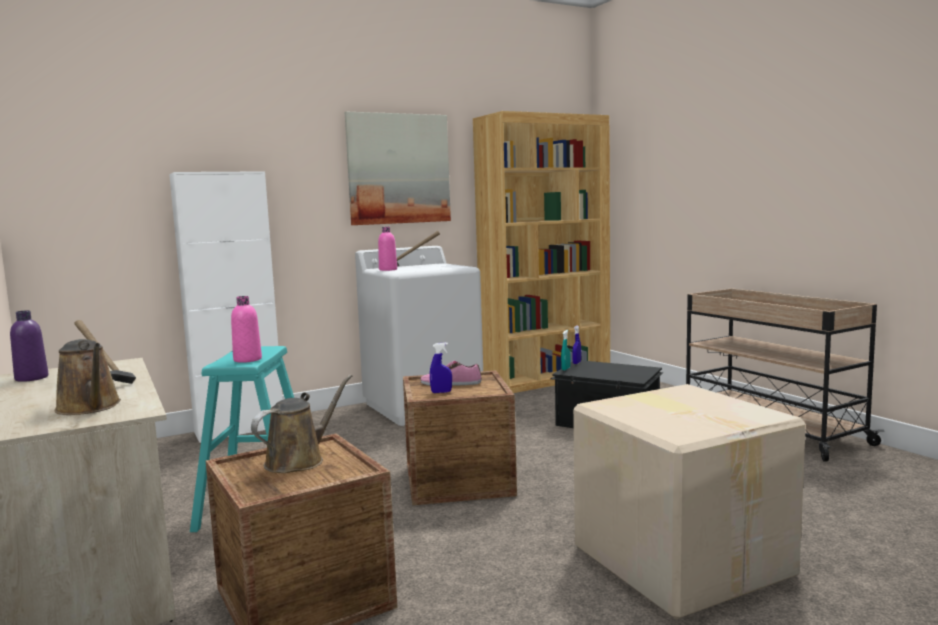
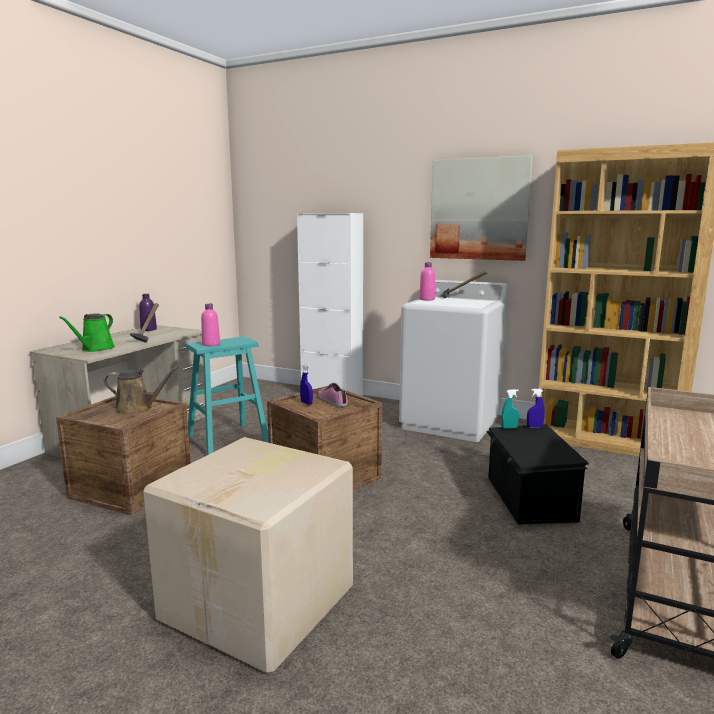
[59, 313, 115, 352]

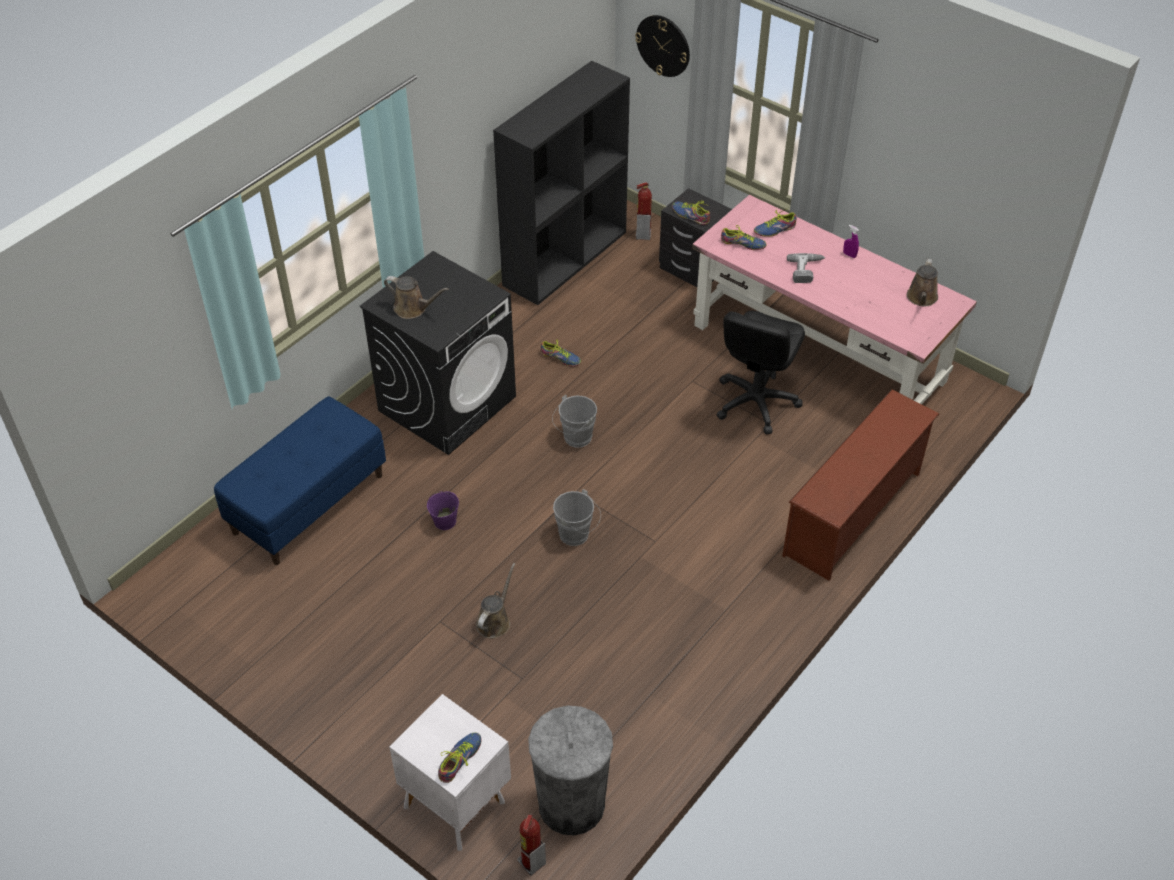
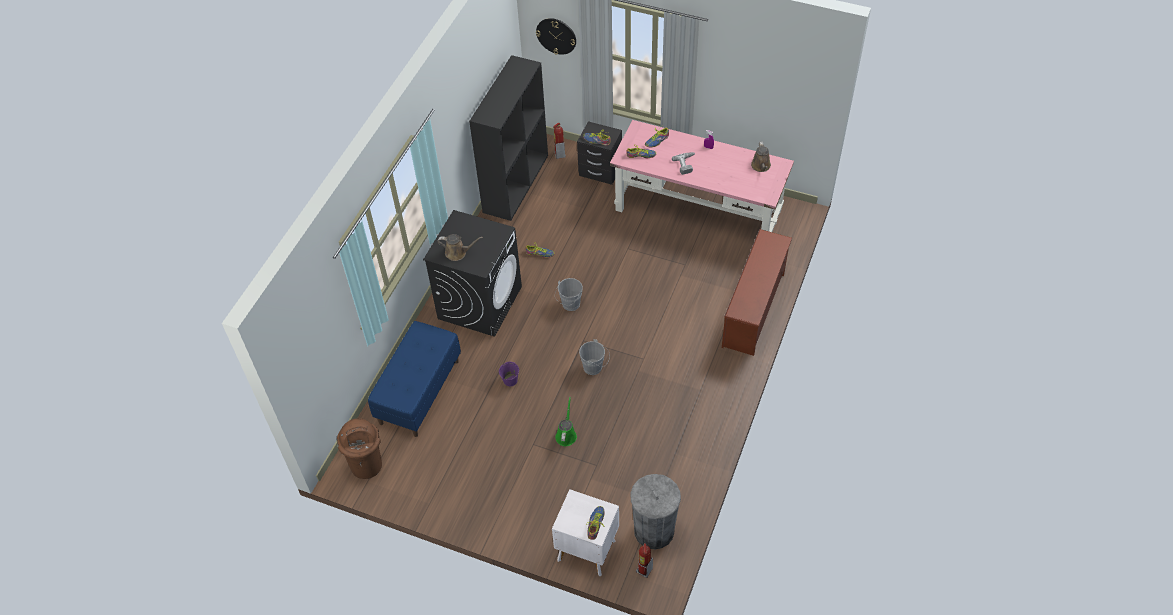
[555, 397, 577, 446]
[717, 311, 805, 434] (first image)
[337, 418, 382, 479]

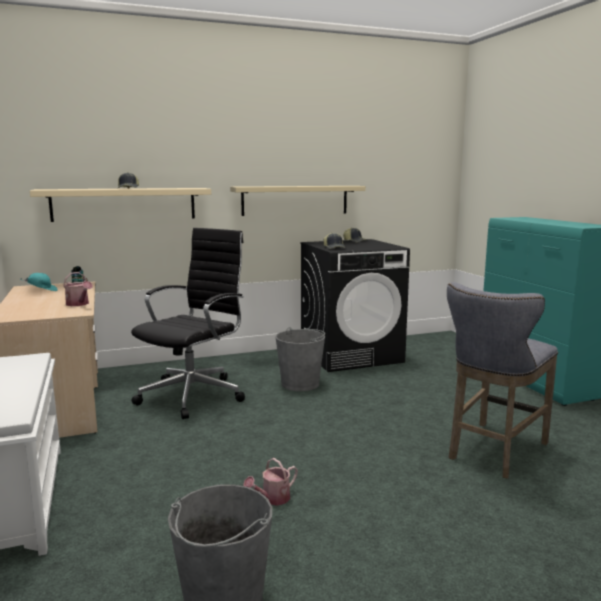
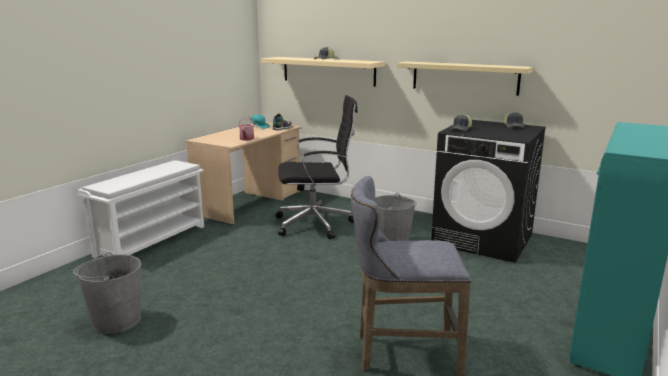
[243, 458, 298, 506] (first image)

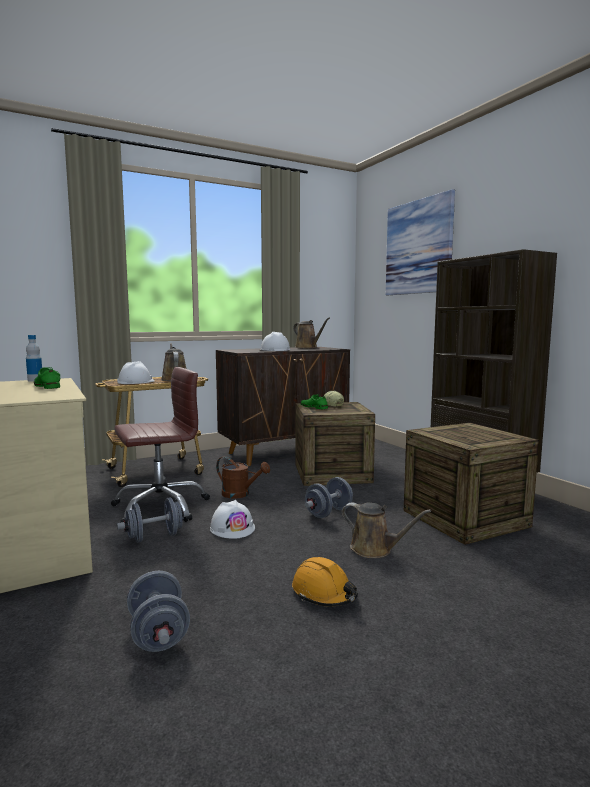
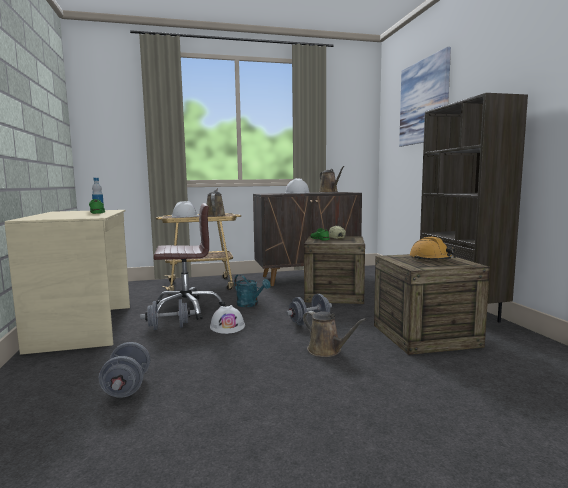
[234, 274, 271, 307]
[410, 237, 456, 260]

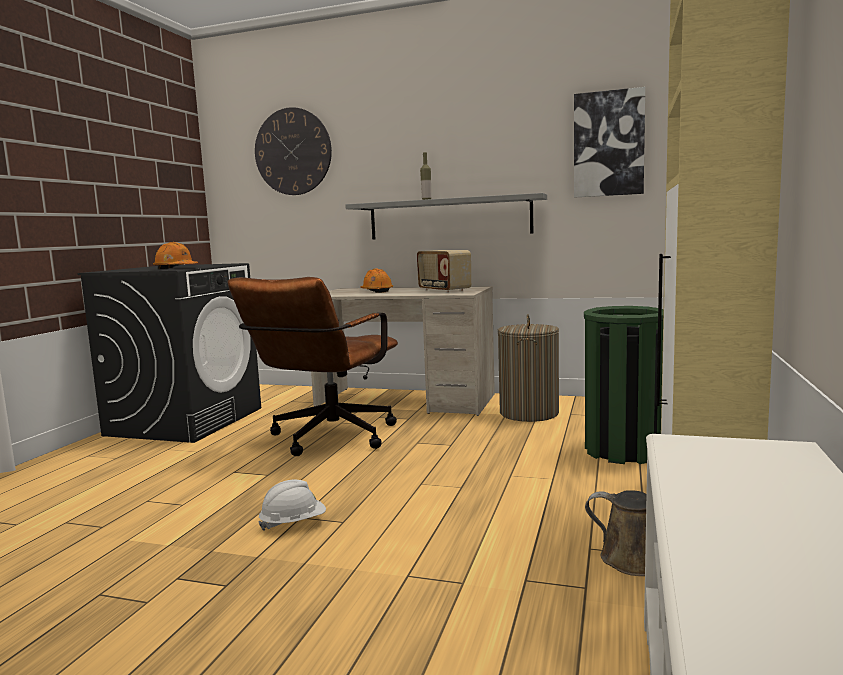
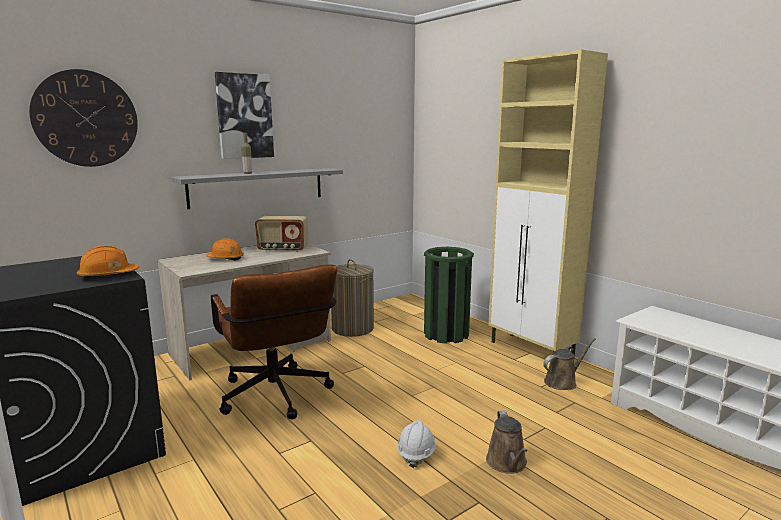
[215, 72, 274, 159]
[486, 410, 527, 474]

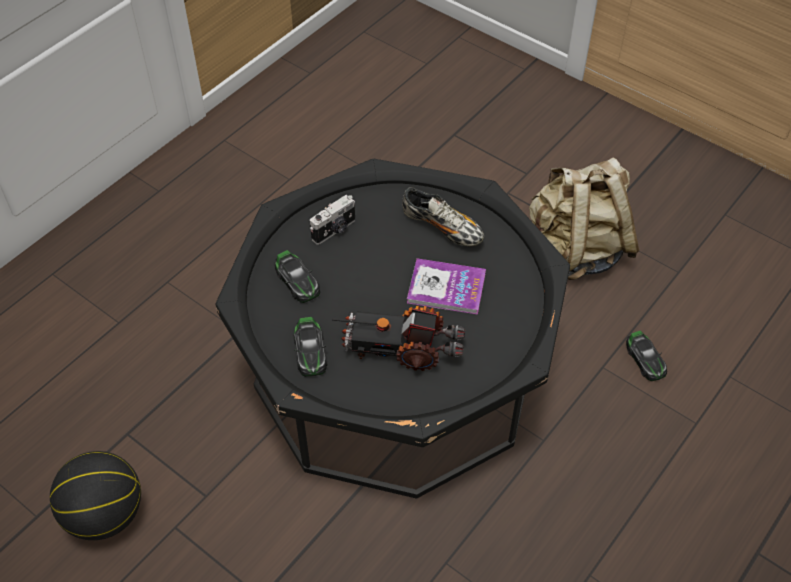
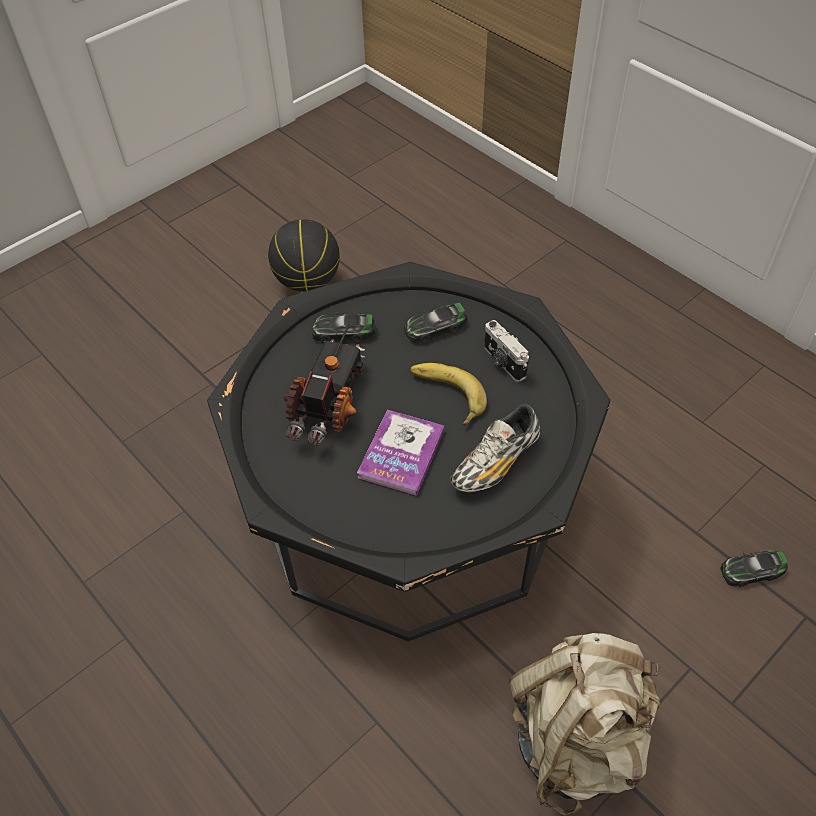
[720, 550, 788, 587]
[410, 363, 487, 425]

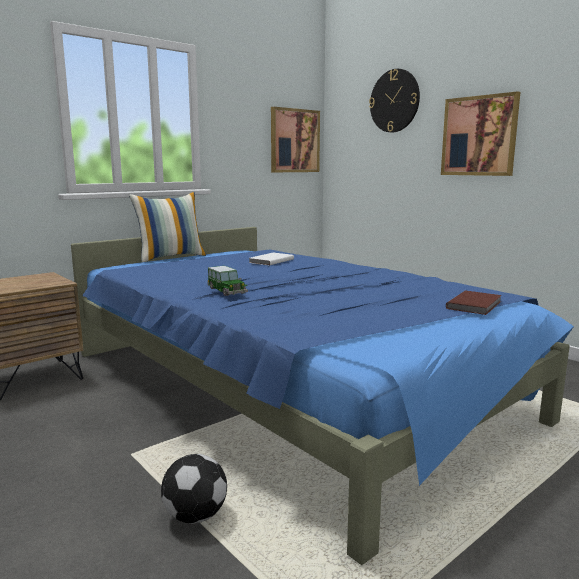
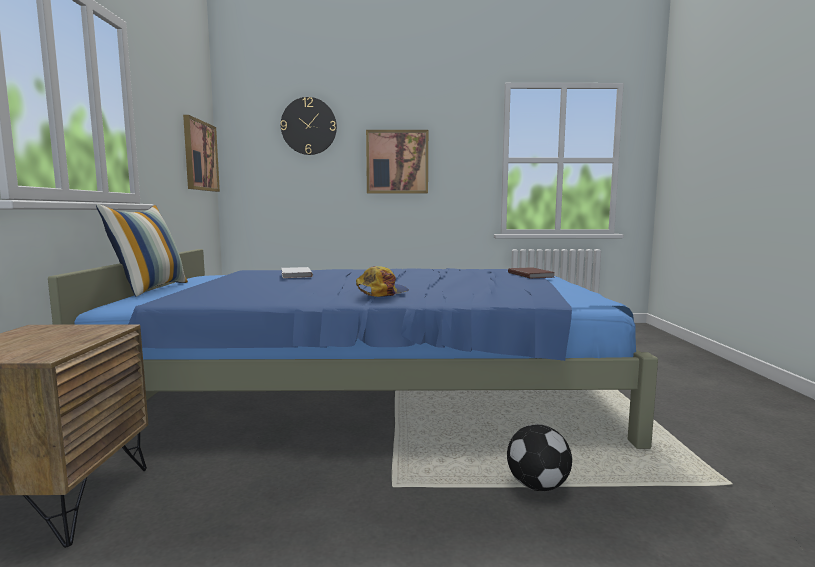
[356, 266, 409, 297]

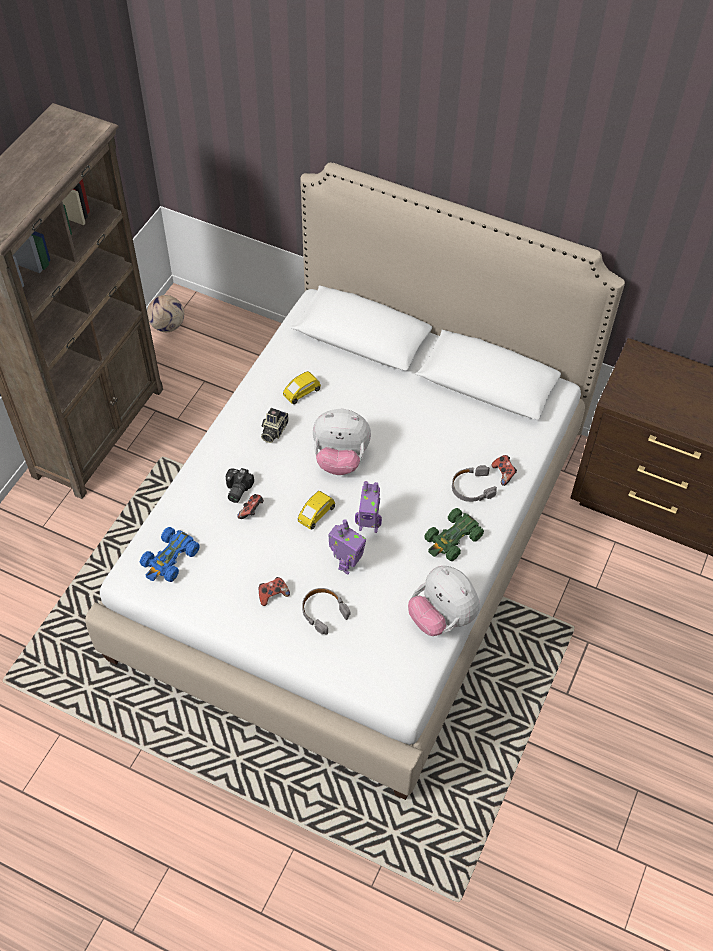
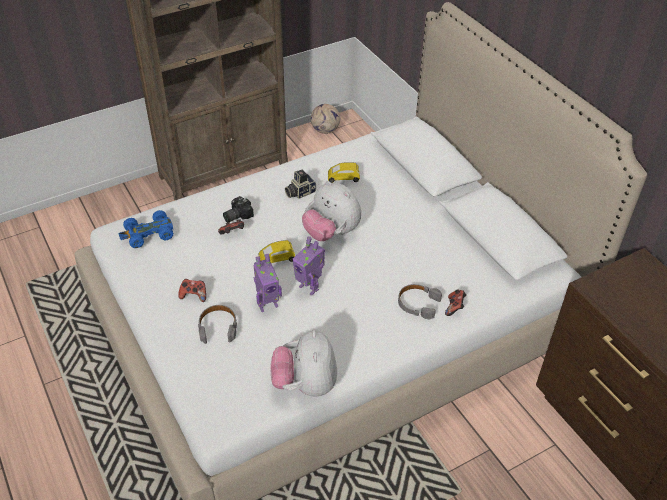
[424, 508, 484, 561] (first image)

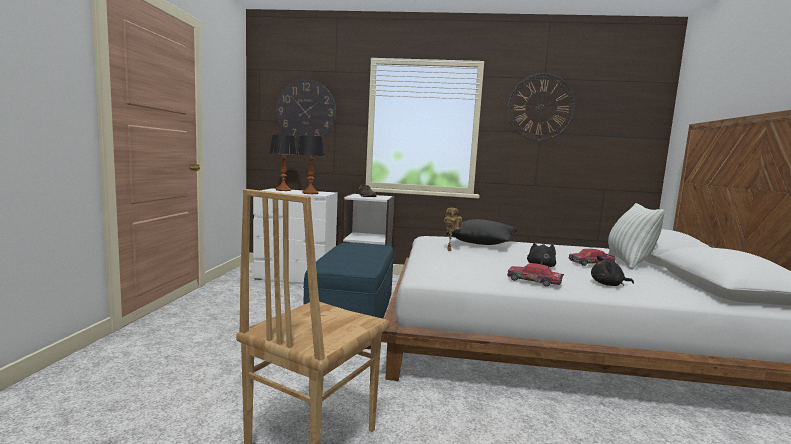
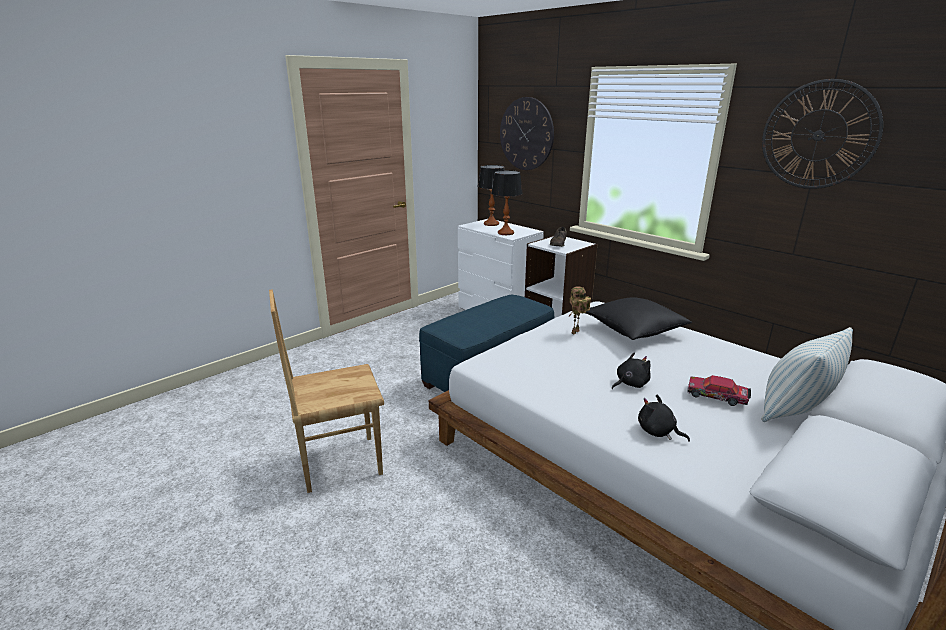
[507, 263, 564, 286] (first image)

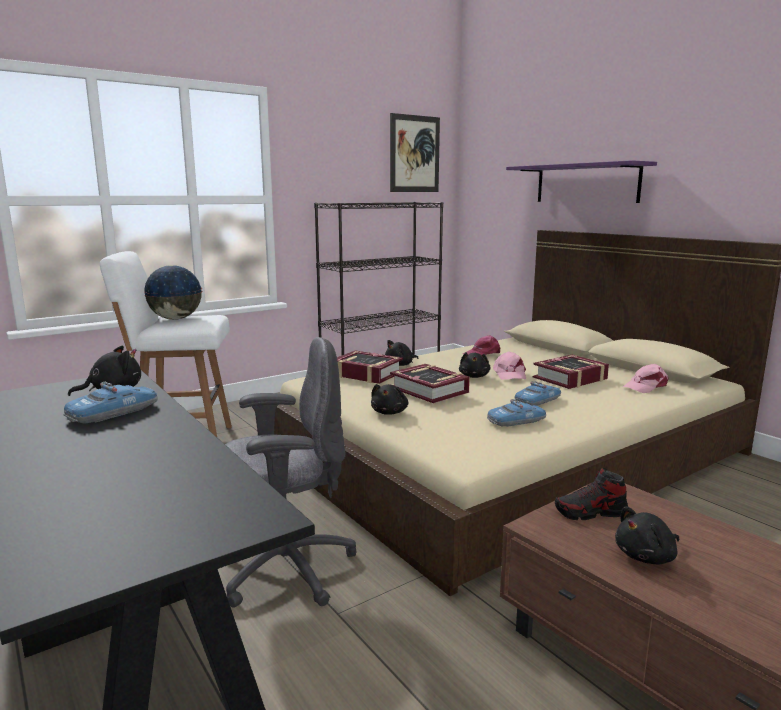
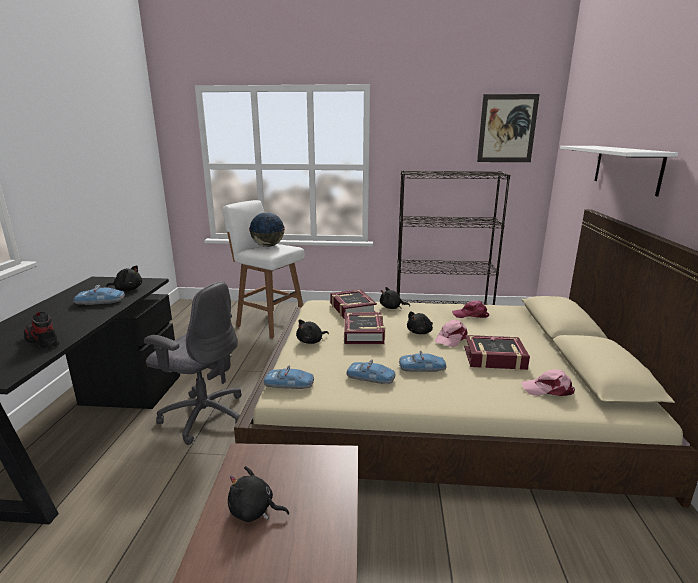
[560, 146, 678, 196]
[24, 312, 60, 349]
[263, 366, 314, 389]

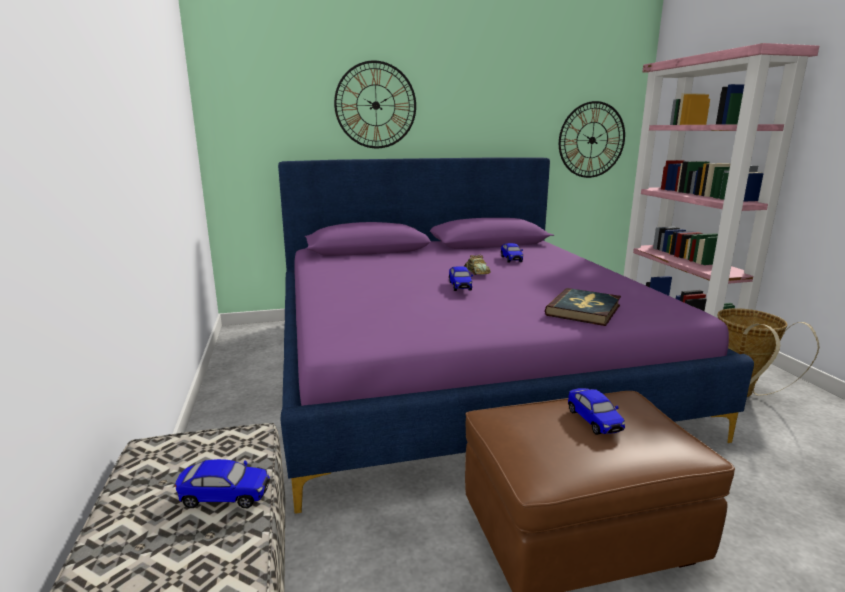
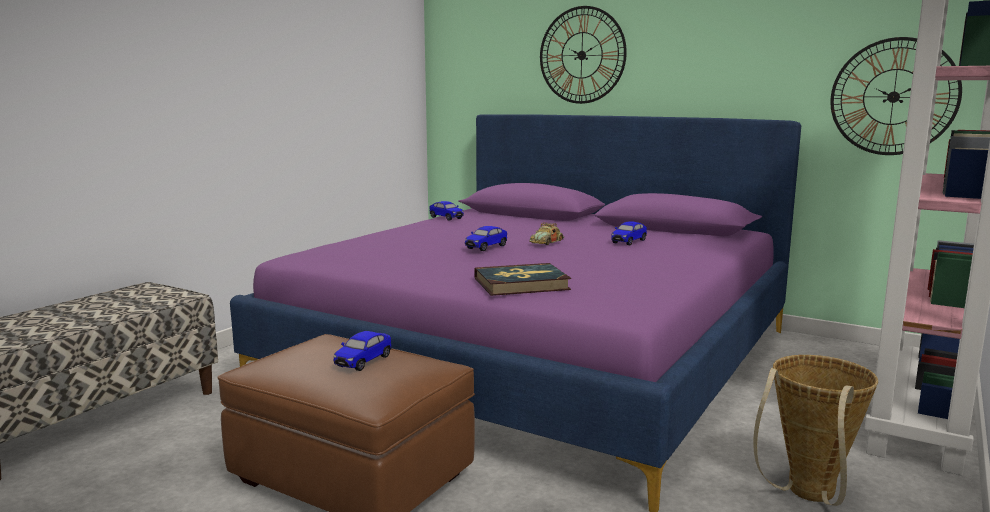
[429, 201, 464, 221]

